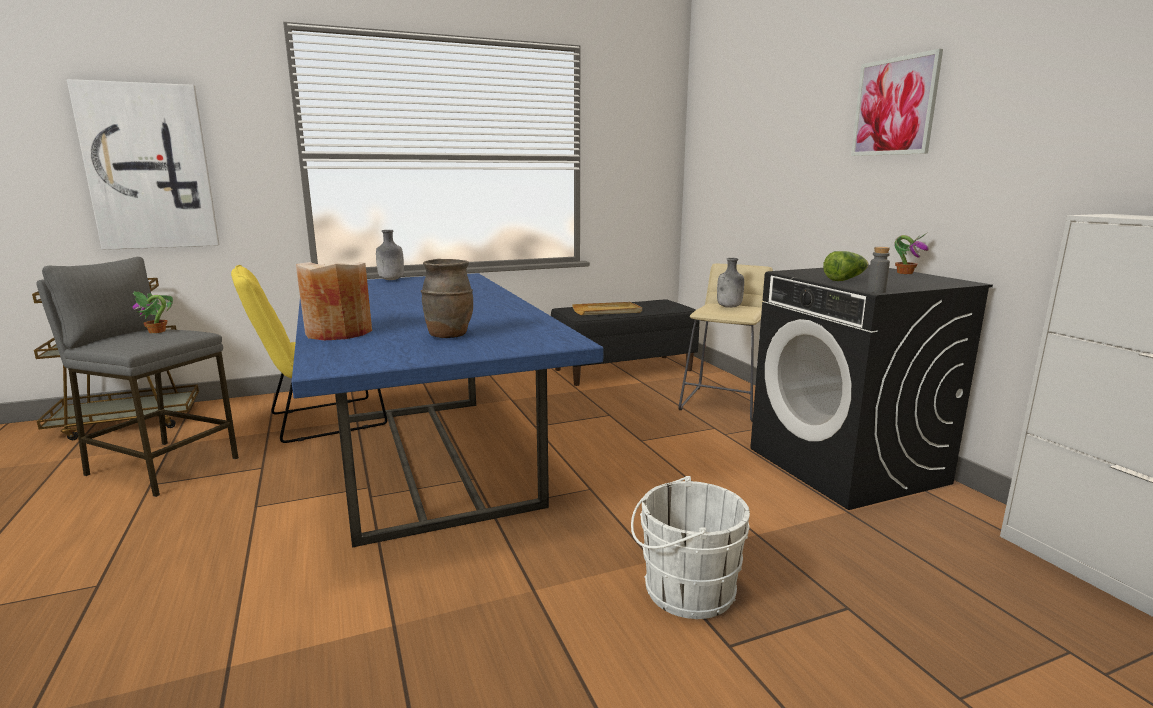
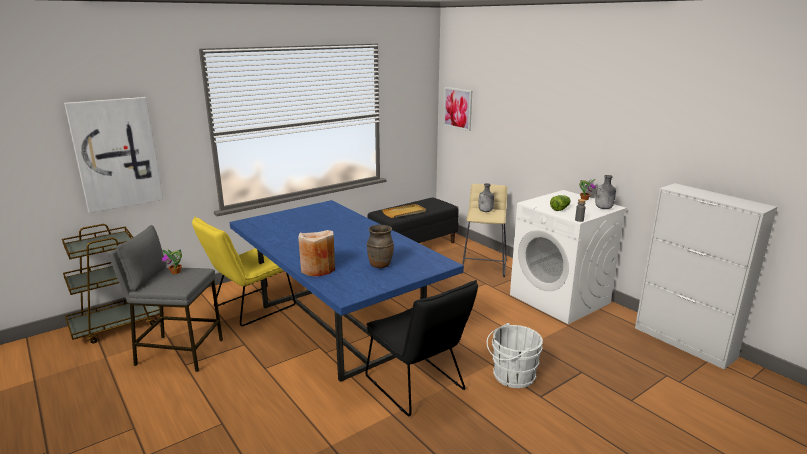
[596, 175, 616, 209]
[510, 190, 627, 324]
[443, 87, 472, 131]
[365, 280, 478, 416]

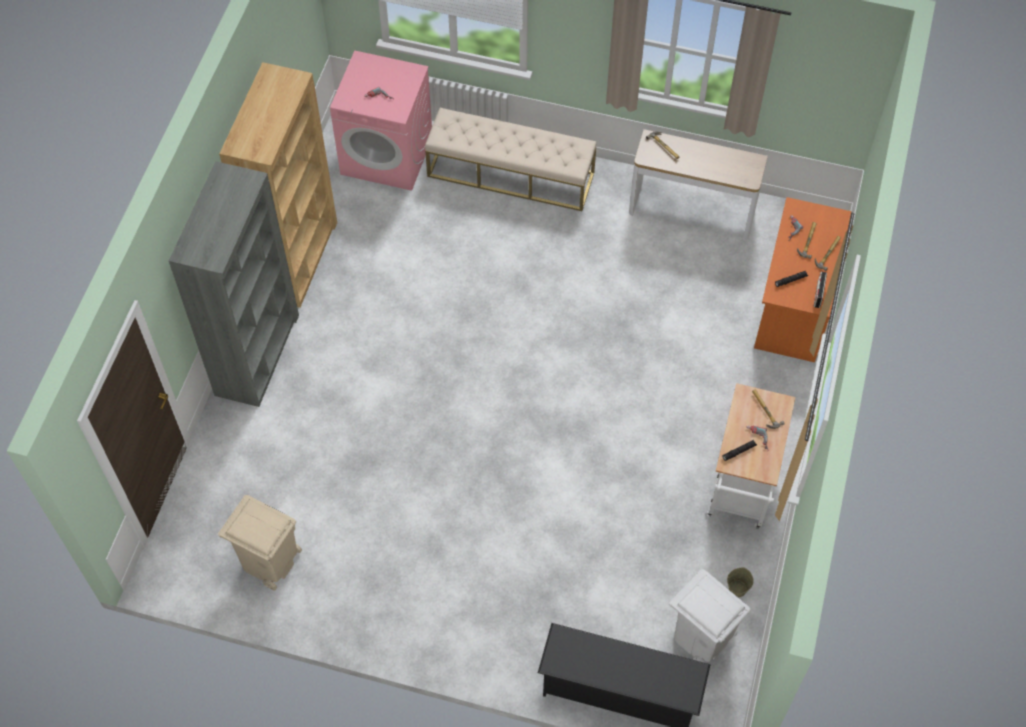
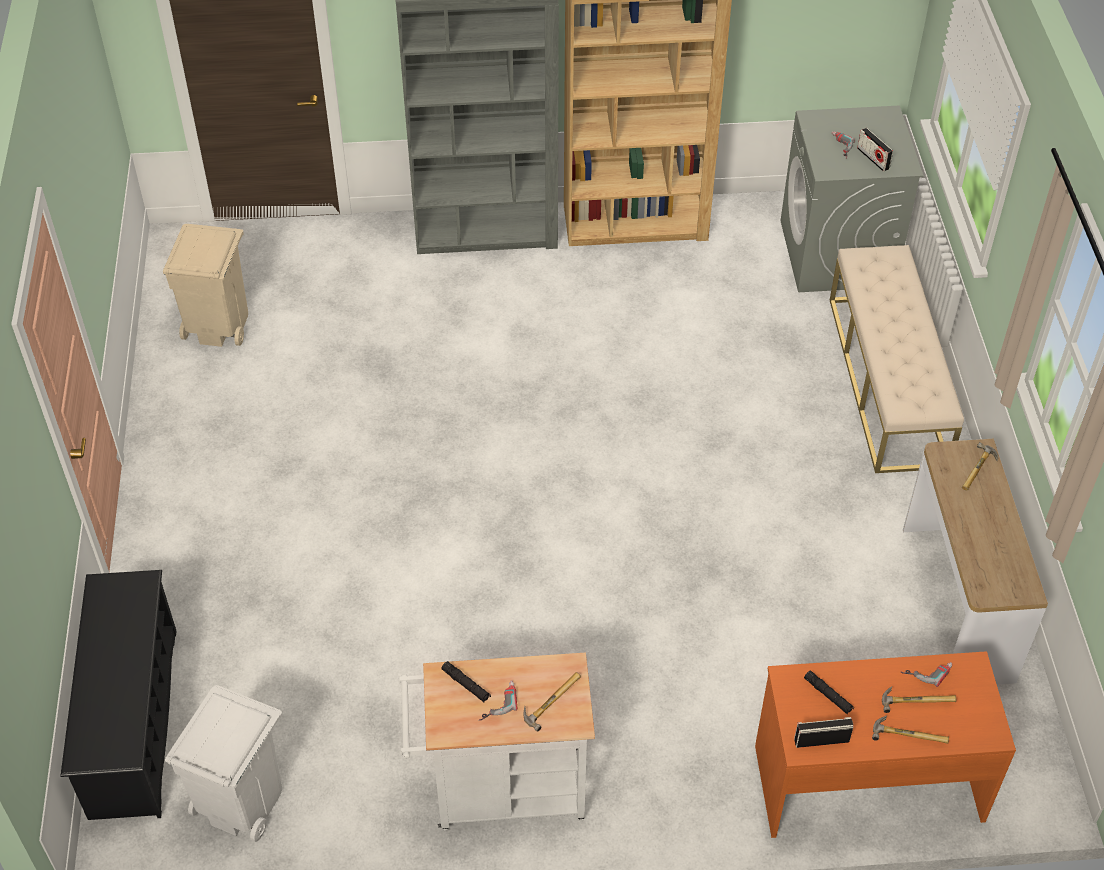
[780, 105, 924, 292]
[727, 567, 754, 597] (first image)
[857, 128, 893, 172]

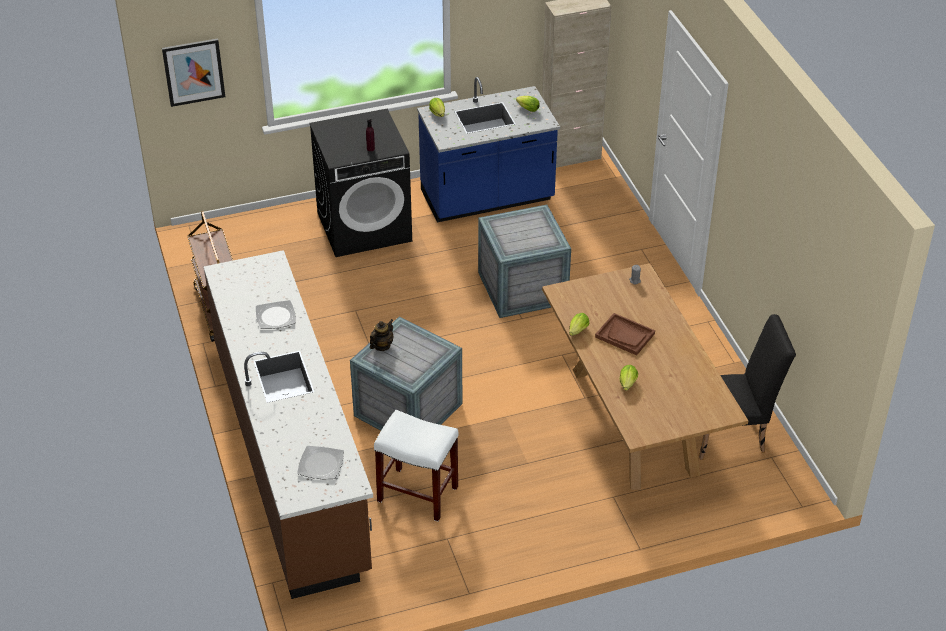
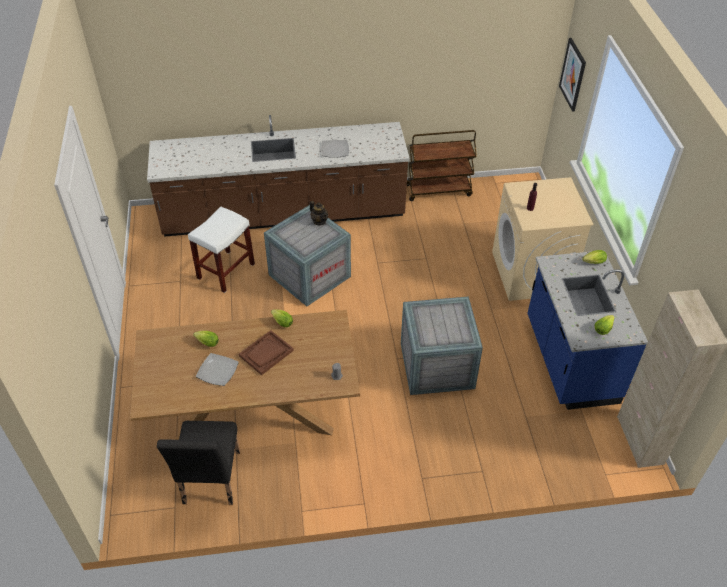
[196, 353, 239, 386]
[492, 177, 594, 301]

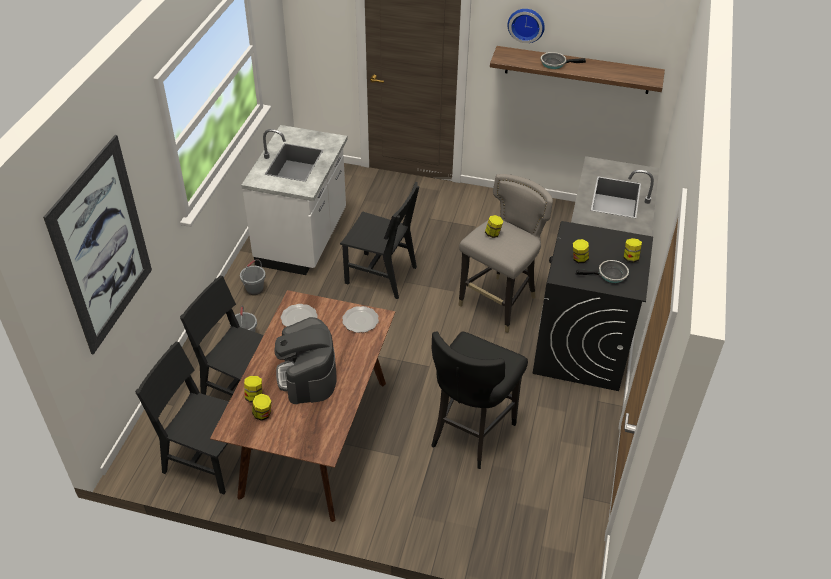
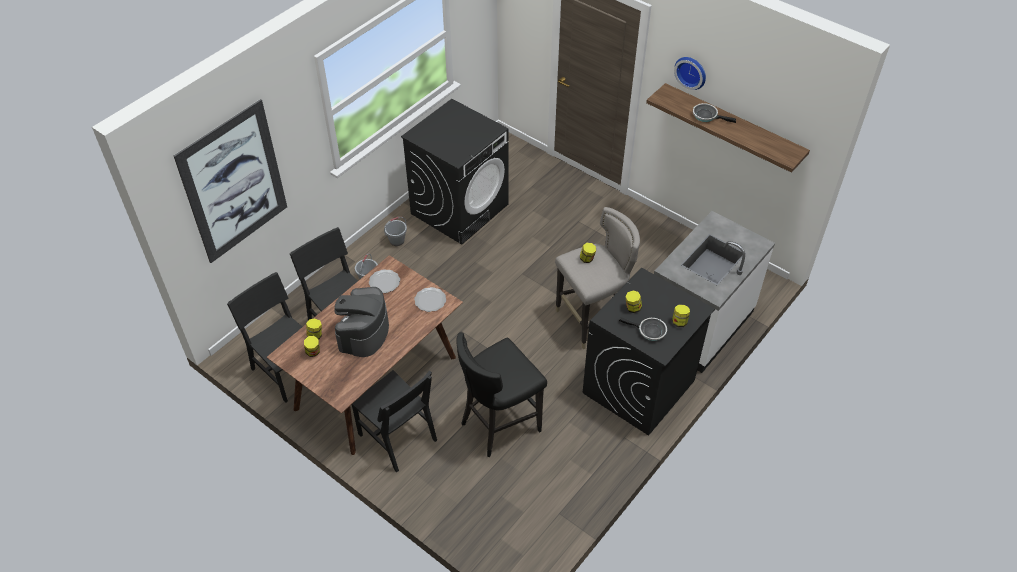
[401, 99, 509, 245]
[352, 370, 437, 472]

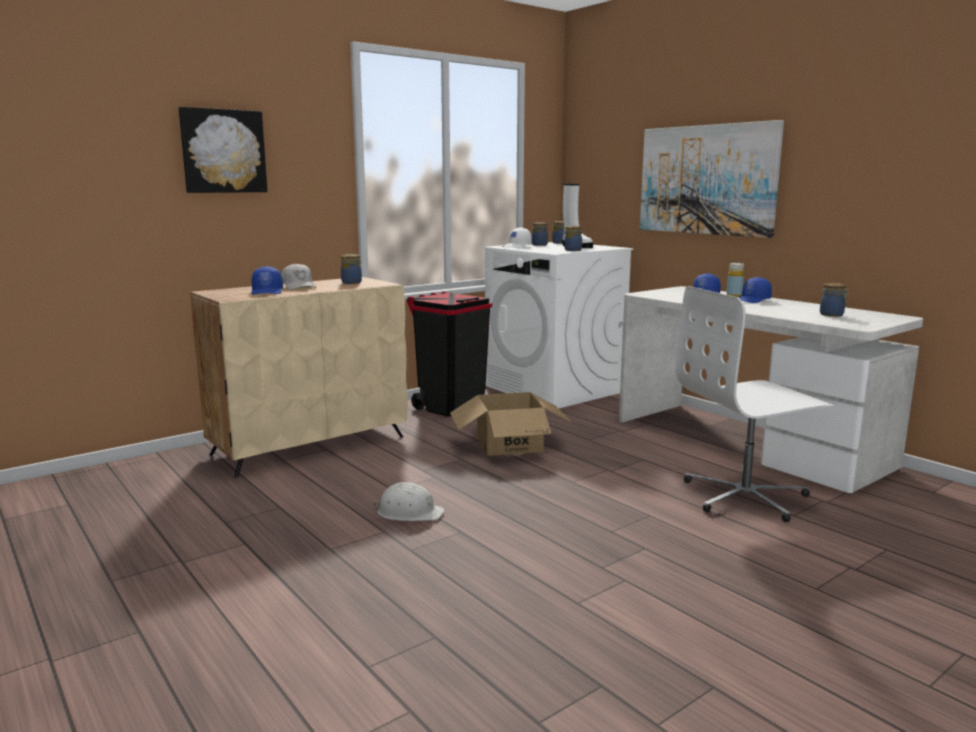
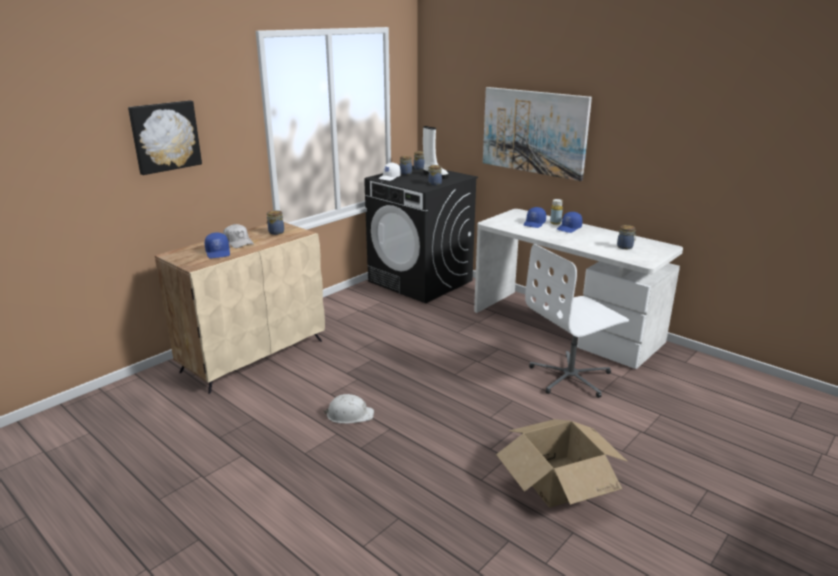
[407, 292, 492, 417] (first image)
[496, 419, 628, 508]
[364, 166, 478, 303]

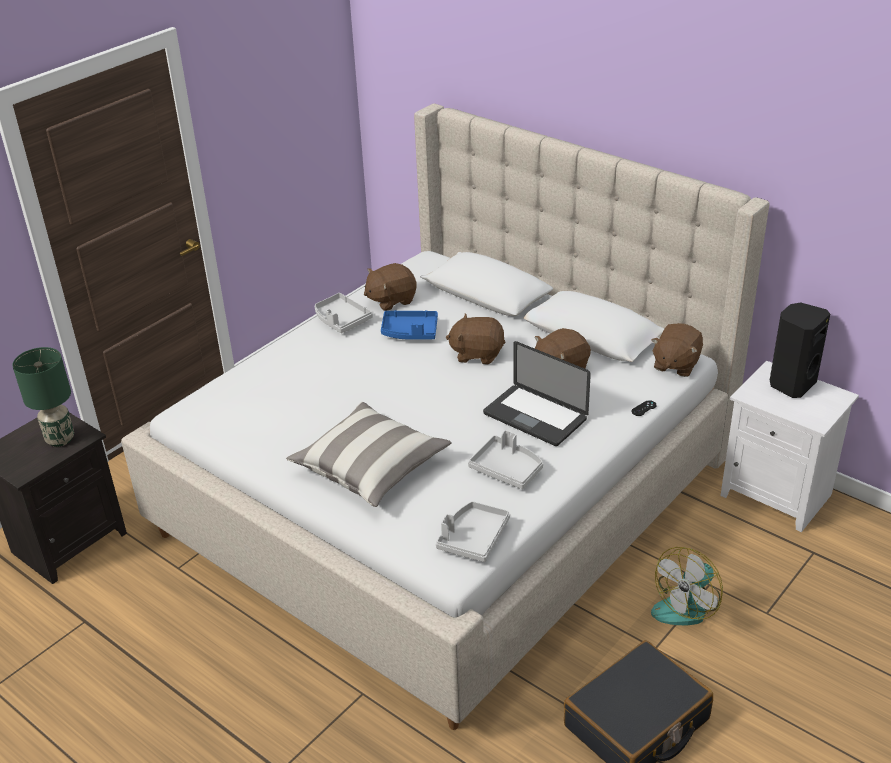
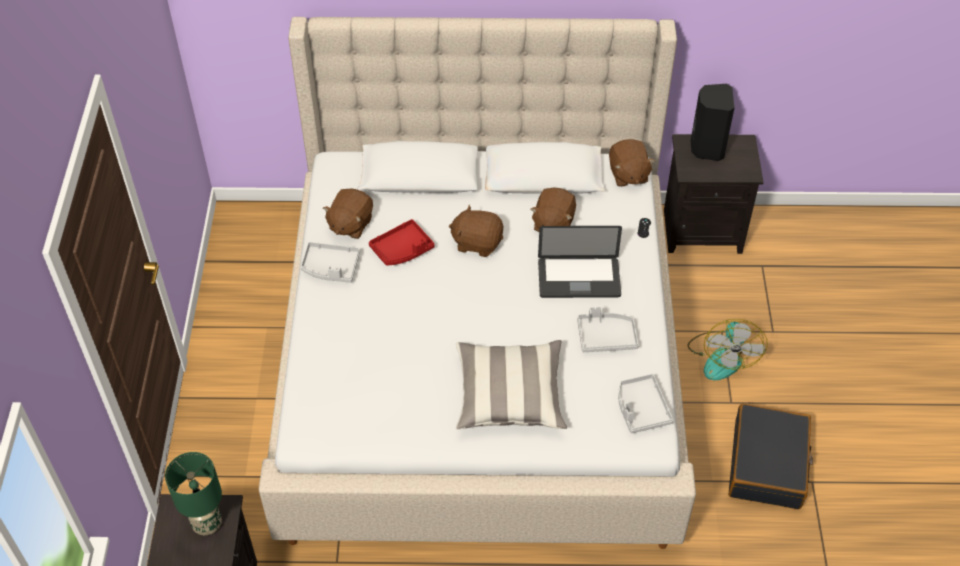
[369, 219, 435, 266]
[449, 205, 503, 257]
[664, 134, 764, 254]

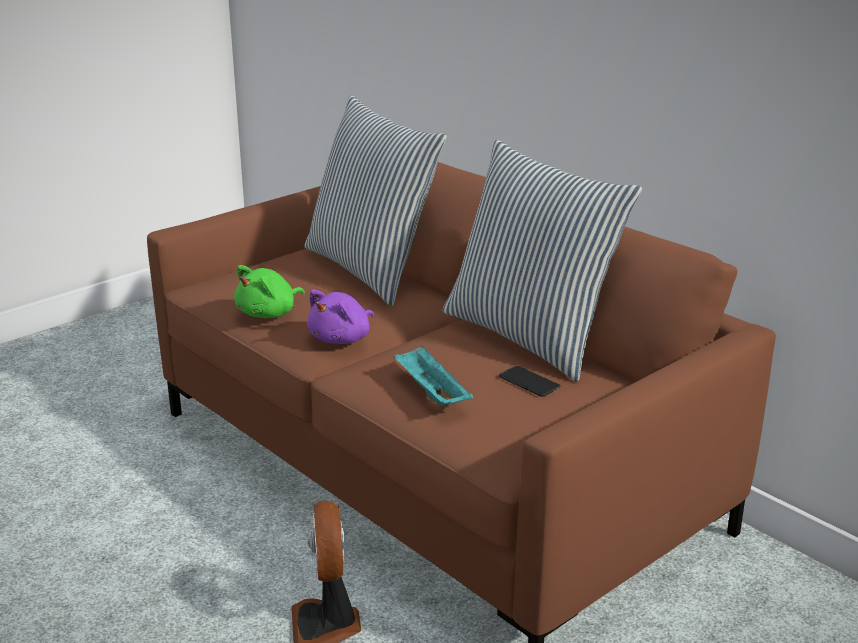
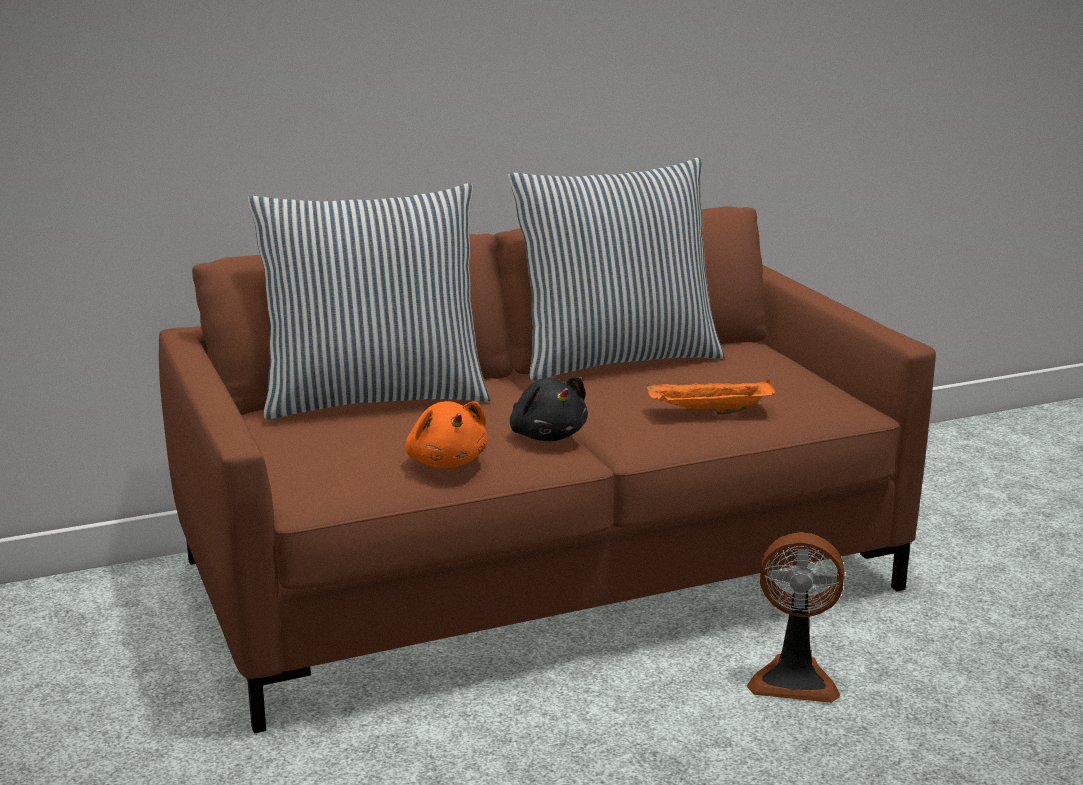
[405, 401, 488, 468]
[510, 377, 588, 441]
[647, 379, 776, 415]
[499, 366, 560, 397] (first image)

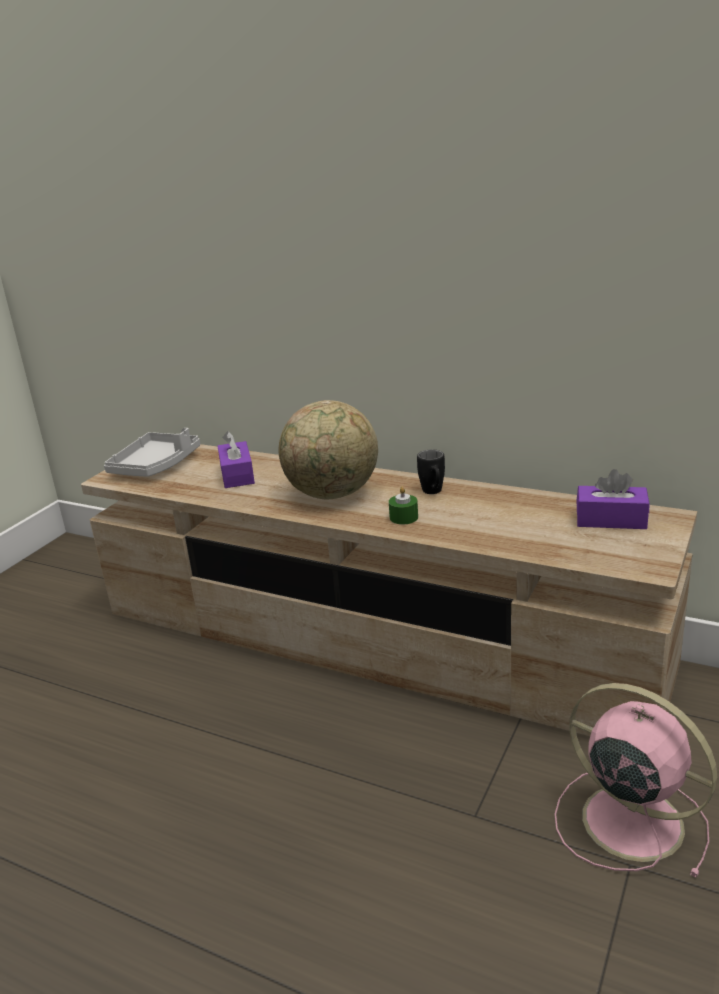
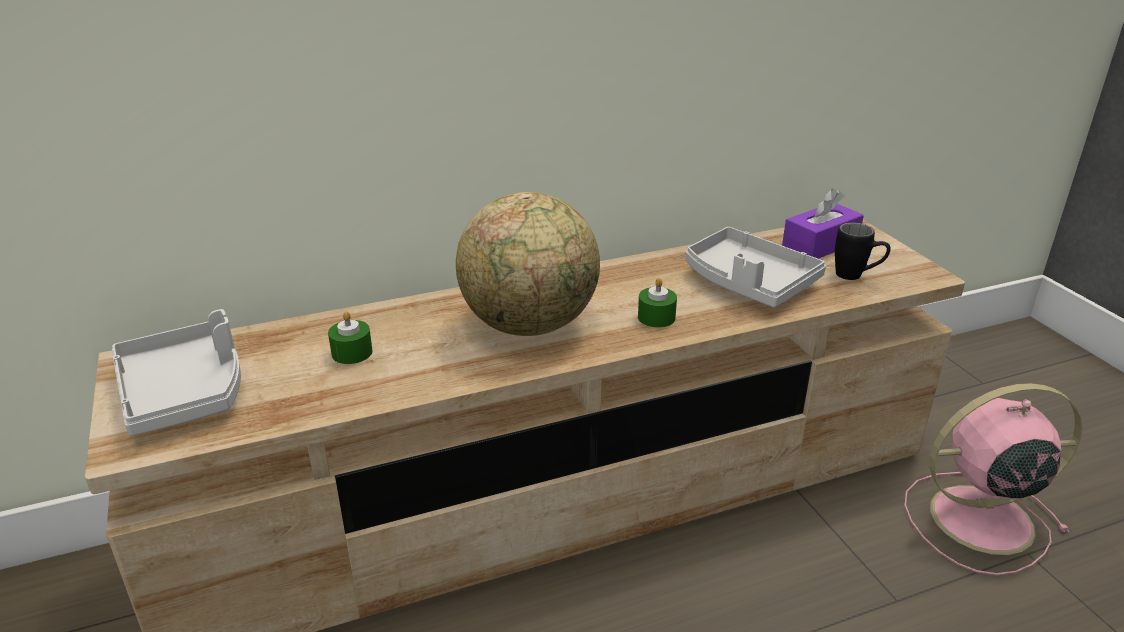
[328, 311, 372, 364]
[835, 222, 891, 280]
[686, 227, 826, 308]

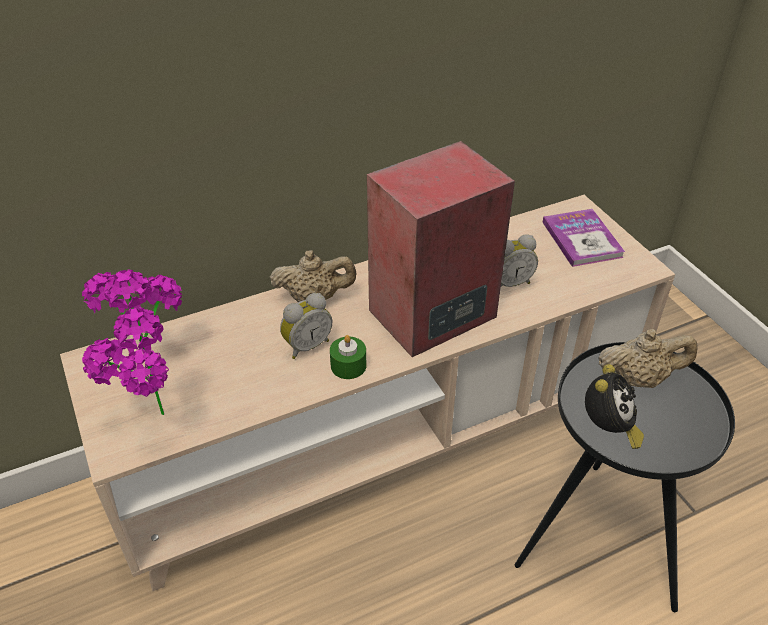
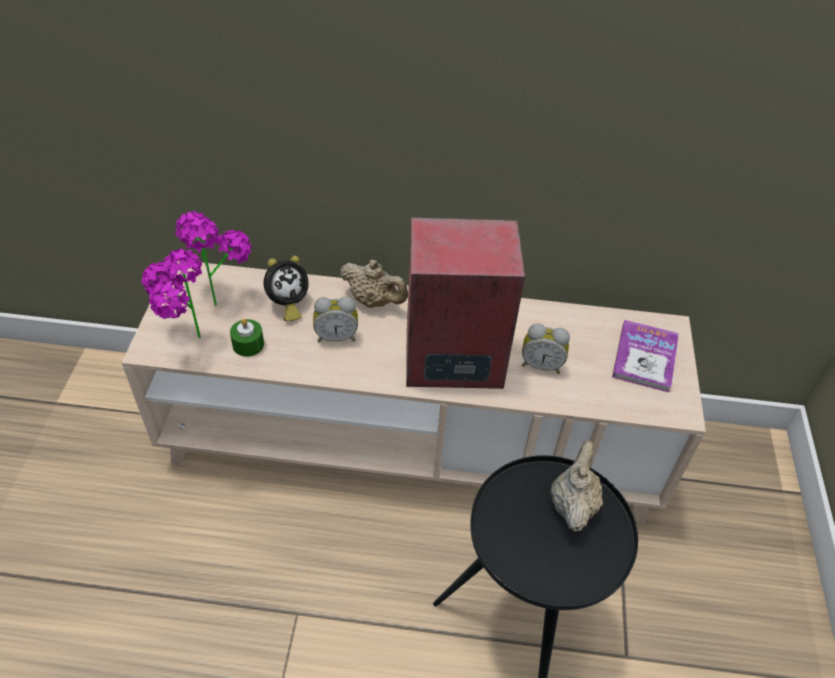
[230, 319, 264, 357]
[264, 256, 309, 322]
[550, 440, 603, 532]

